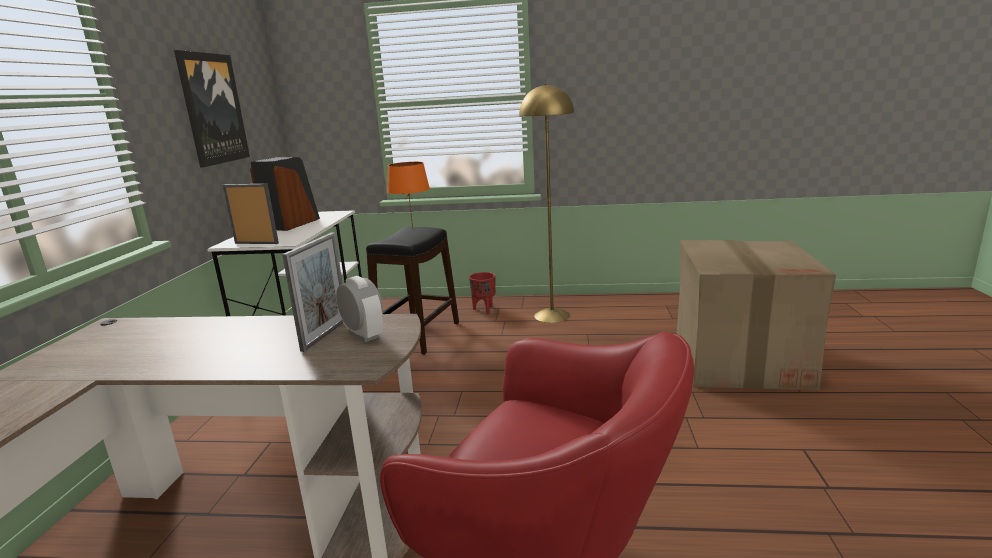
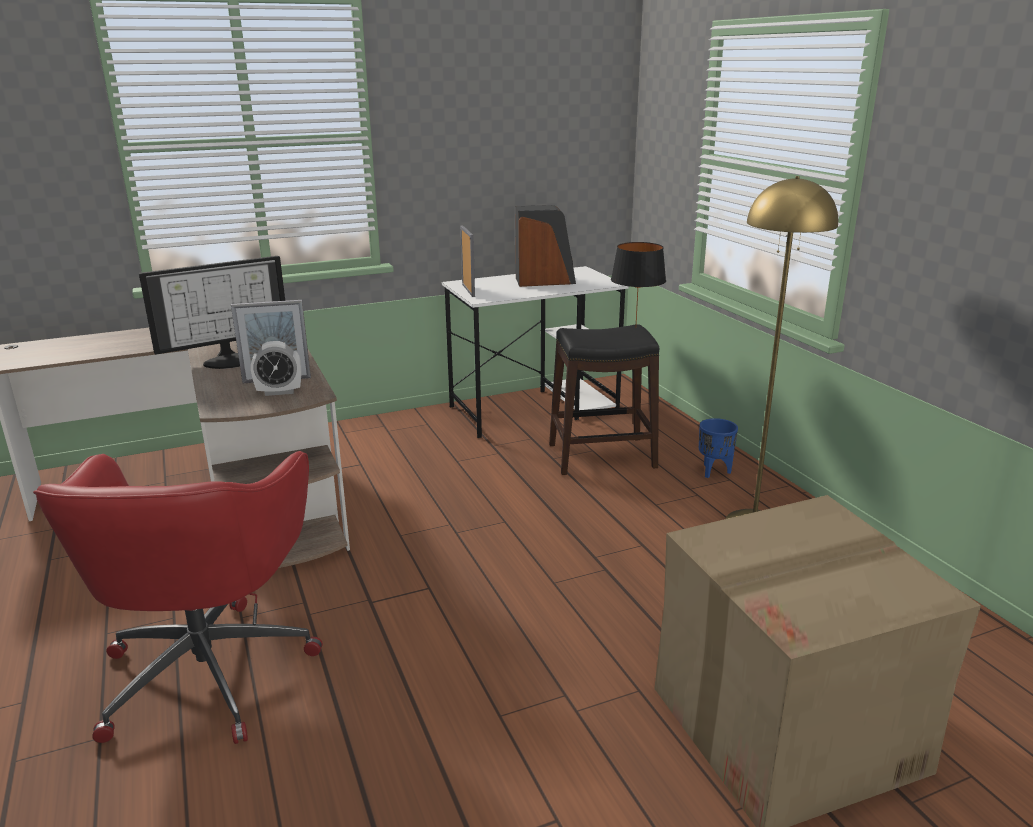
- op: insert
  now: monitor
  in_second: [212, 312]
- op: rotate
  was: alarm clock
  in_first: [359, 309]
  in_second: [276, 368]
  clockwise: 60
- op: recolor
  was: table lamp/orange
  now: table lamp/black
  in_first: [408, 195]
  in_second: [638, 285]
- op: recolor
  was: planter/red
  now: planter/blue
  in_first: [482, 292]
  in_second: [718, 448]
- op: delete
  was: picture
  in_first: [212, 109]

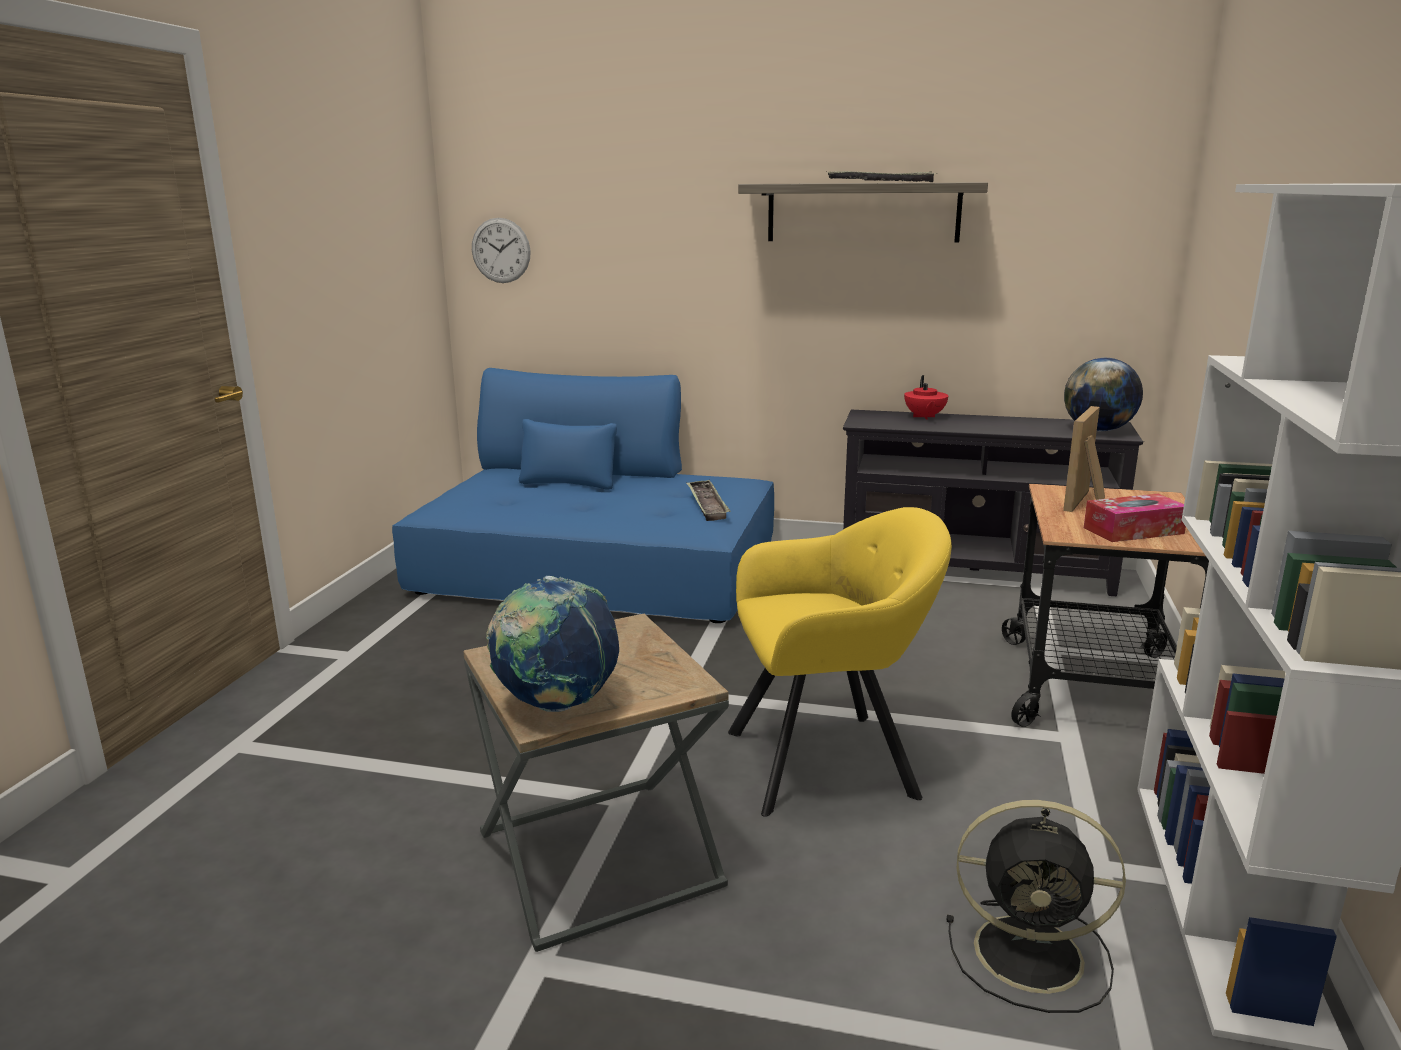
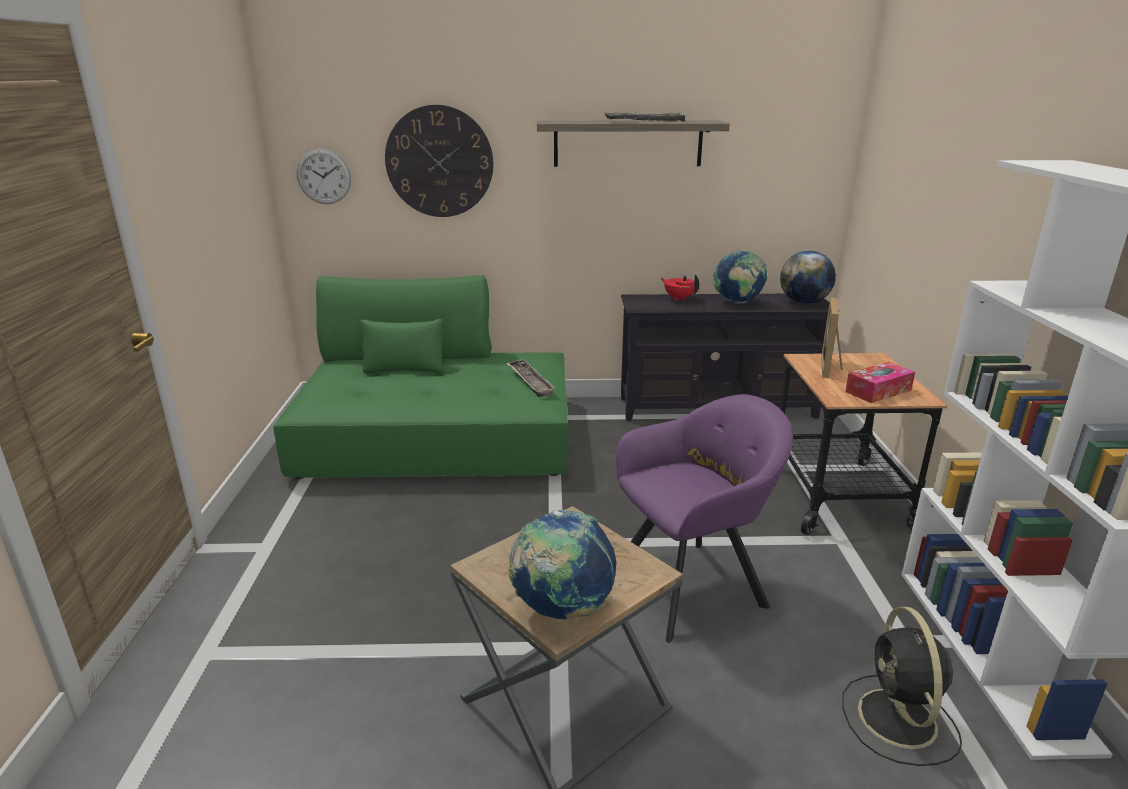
- op: recolor
  was: sofa/blue
  now: sofa/green
  in_first: [583, 495]
  in_second: [421, 377]
- op: insert
  now: wall clock
  in_second: [439, 161]
- op: recolor
  was: armchair/yellow
  now: armchair/purple
  in_first: [840, 662]
  in_second: [704, 518]
- op: rotate
  was: teapot/red
  in_first: [926, 397]
  in_second: [680, 287]
  clockwise: 150
- op: insert
  now: globe
  in_second: [740, 277]
- op: rotate
  was: fan/black
  in_first: [1036, 906]
  in_second: [902, 686]
  clockwise: 90

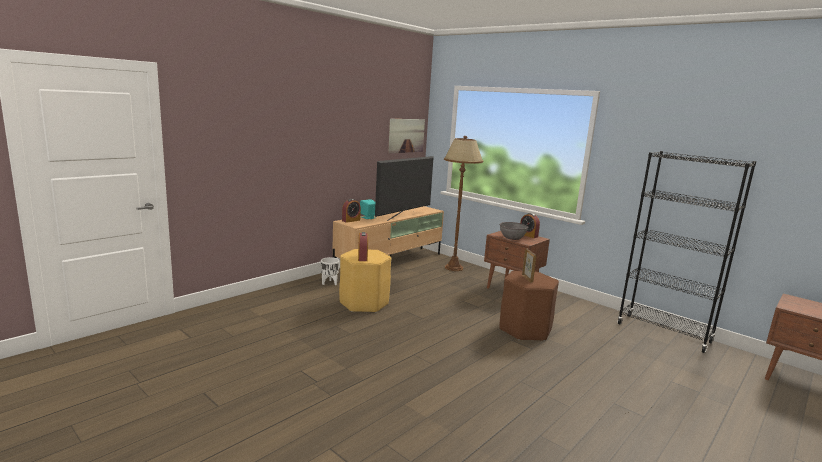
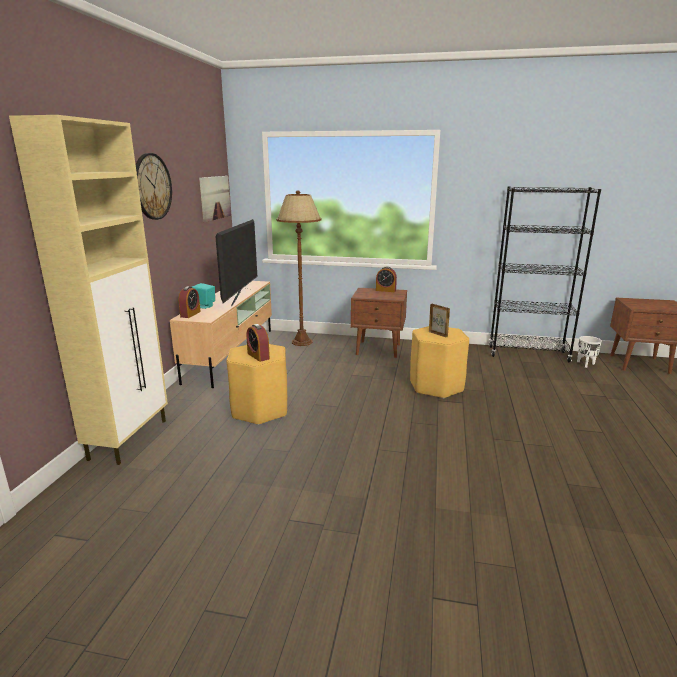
- op: insert
  now: cabinet/beige
  in_second: [88, 290]
- op: insert
  now: wall clock
  in_second: [154, 186]
- op: recolor
  was: stool/brown
  now: stool/yellow
  in_first: [529, 306]
  in_second: [439, 362]
- op: move
  was: planter/white
  in_first: [330, 271]
  in_second: [589, 352]
- op: delete
  was: bowl/grey
  in_first: [514, 231]

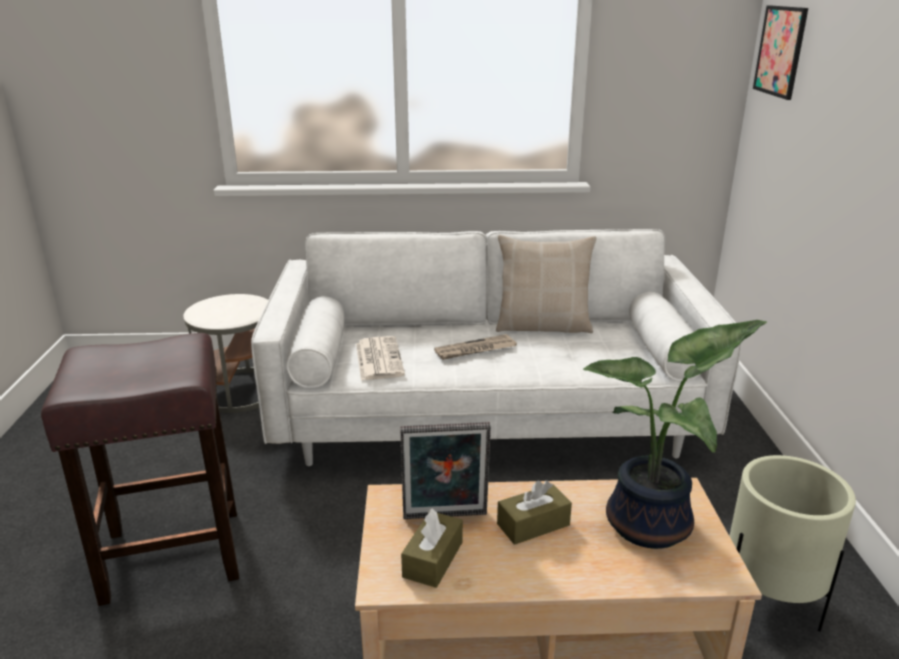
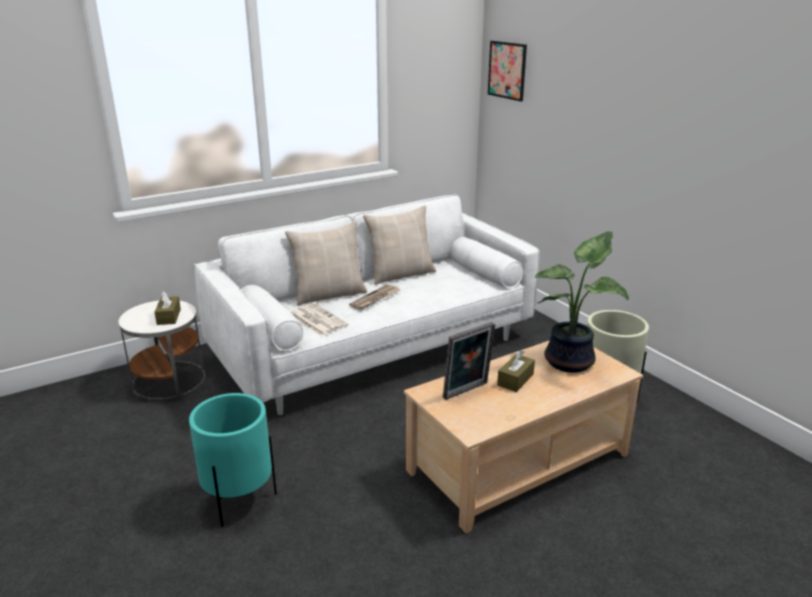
- op: move
  was: tissue box/brown
  in_first: [432, 548]
  in_second: [167, 308]
- op: replace
  was: stool/brown
  now: planter/turquoise
  in_first: [140, 469]
  in_second: [233, 460]
- op: insert
  now: pillow/beige
  in_second: [326, 263]

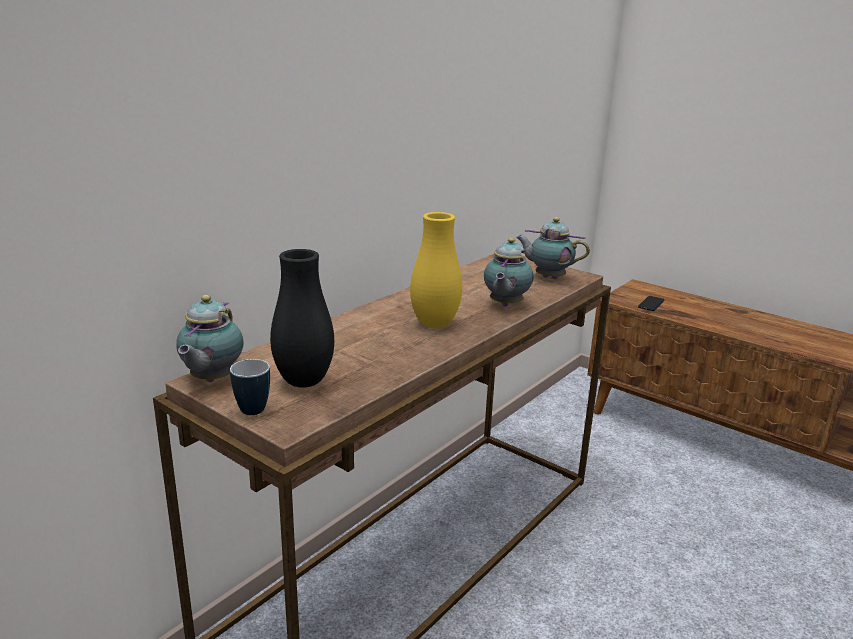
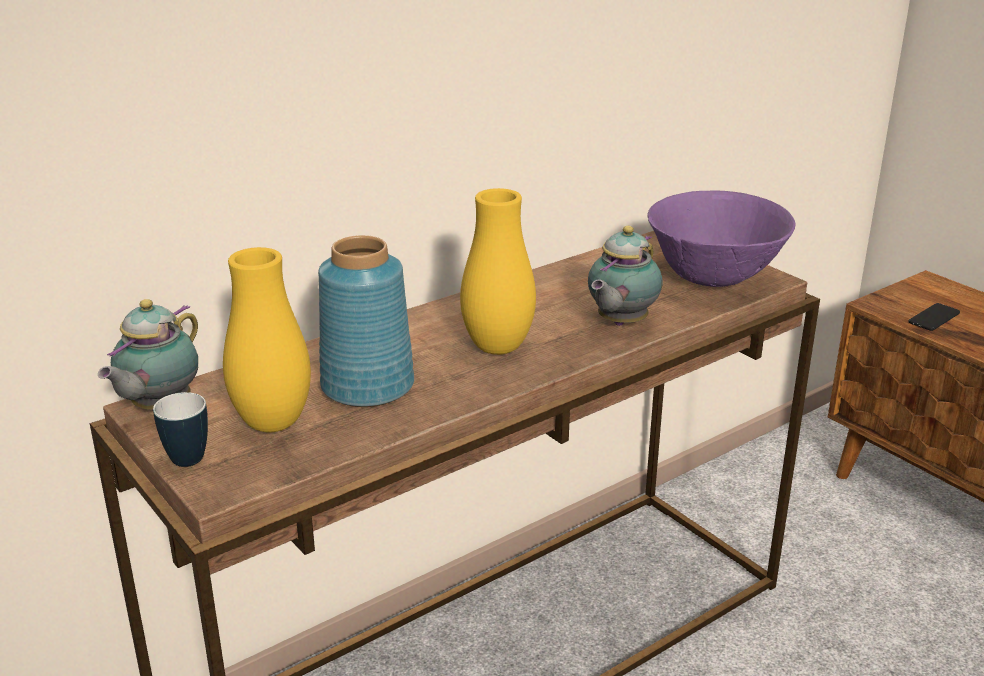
- op: recolor
  was: vase/black
  now: vase/yellow
  in_first: [302, 318]
  in_second: [267, 339]
- op: insert
  now: vase/blue
  in_second: [366, 321]
- op: replace
  was: teapot
  now: bowl/purple
  in_first: [553, 248]
  in_second: [721, 239]

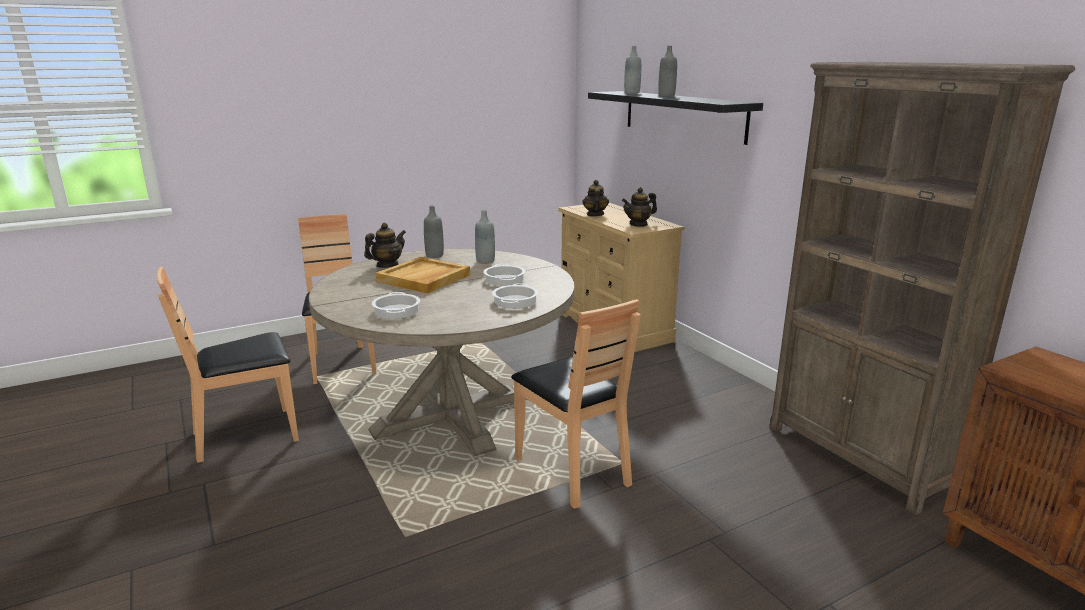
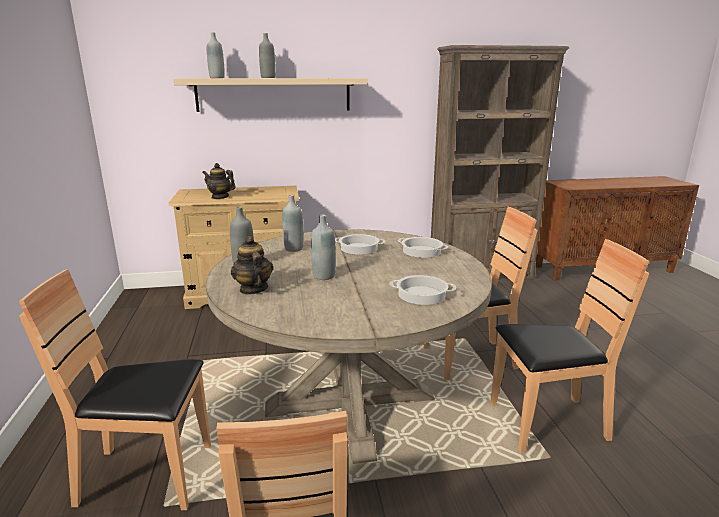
- op: recolor
  was: shelf/black
  now: shelf/beige
  in_first: [675, 118]
  in_second: [270, 95]
- op: replace
  was: tray/beige
  now: bottle/grey
  in_first: [423, 275]
  in_second: [323, 247]
- op: insert
  now: chair/brown
  in_second: [569, 346]
- op: delete
  was: teapot
  in_first: [639, 207]

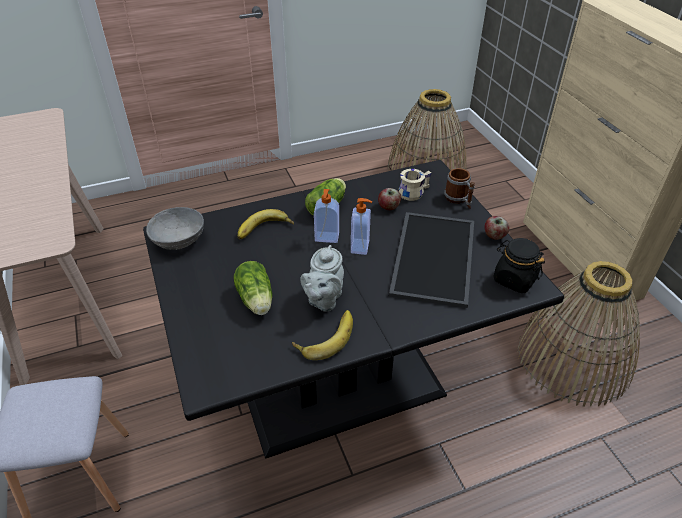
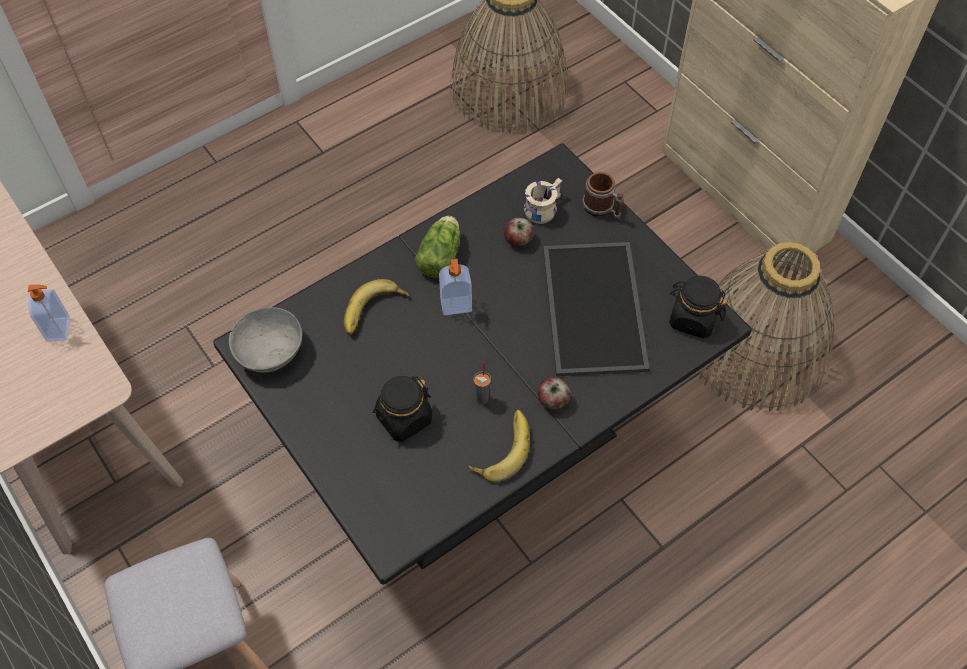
- op: move
  was: soap dispenser
  in_first: [361, 226]
  in_second: [49, 313]
- op: replace
  was: lettuce
  now: jar/black
  in_first: [253, 288]
  in_second: [402, 409]
- op: replace
  was: teapot/grey
  now: cup/grey
  in_first: [322, 278]
  in_second: [482, 383]
- op: move
  was: apple
  in_first: [497, 228]
  in_second: [554, 393]

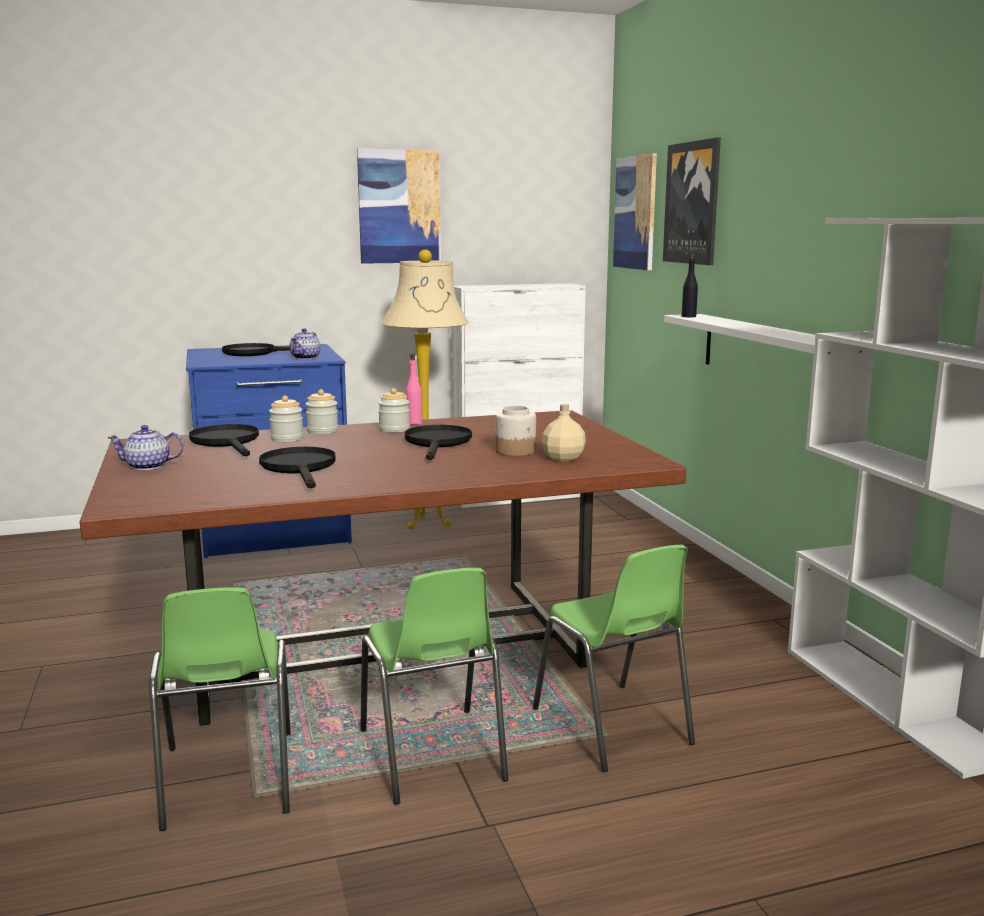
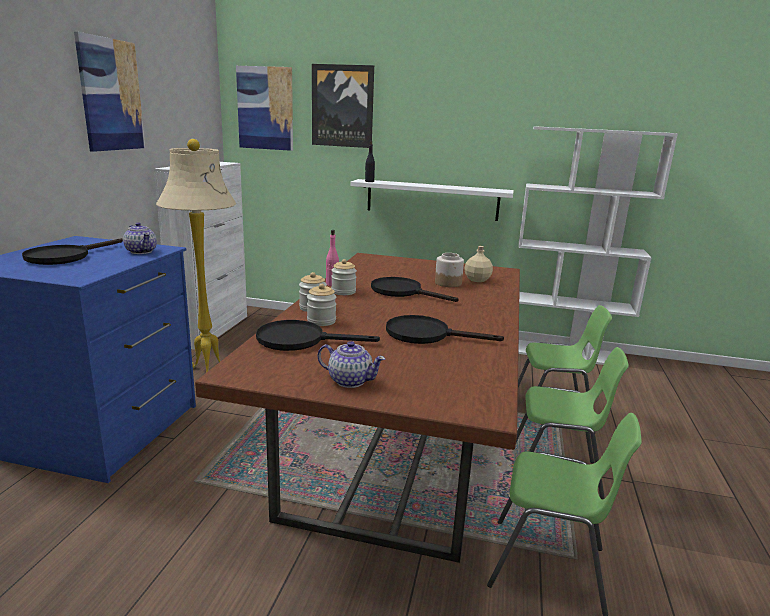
- op: rotate
  was: teapot
  in_first: [145, 447]
  in_second: [352, 364]
  clockwise: -90

